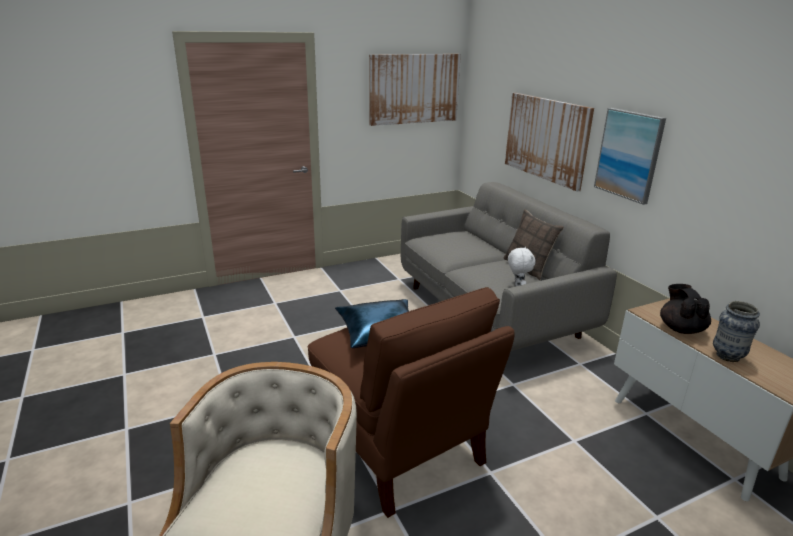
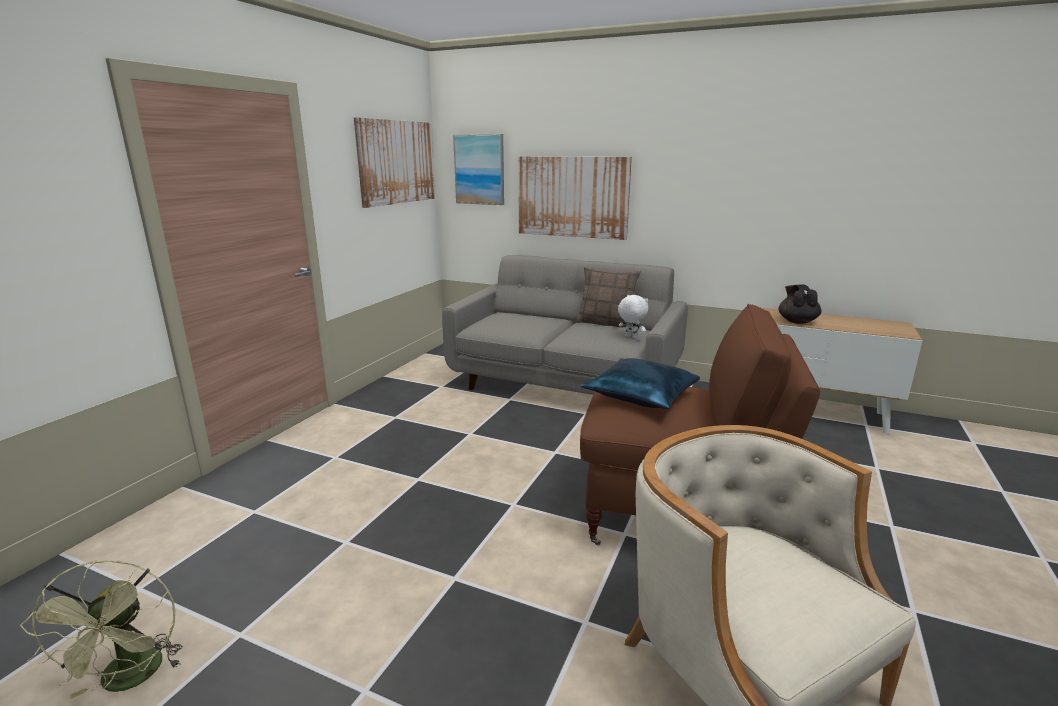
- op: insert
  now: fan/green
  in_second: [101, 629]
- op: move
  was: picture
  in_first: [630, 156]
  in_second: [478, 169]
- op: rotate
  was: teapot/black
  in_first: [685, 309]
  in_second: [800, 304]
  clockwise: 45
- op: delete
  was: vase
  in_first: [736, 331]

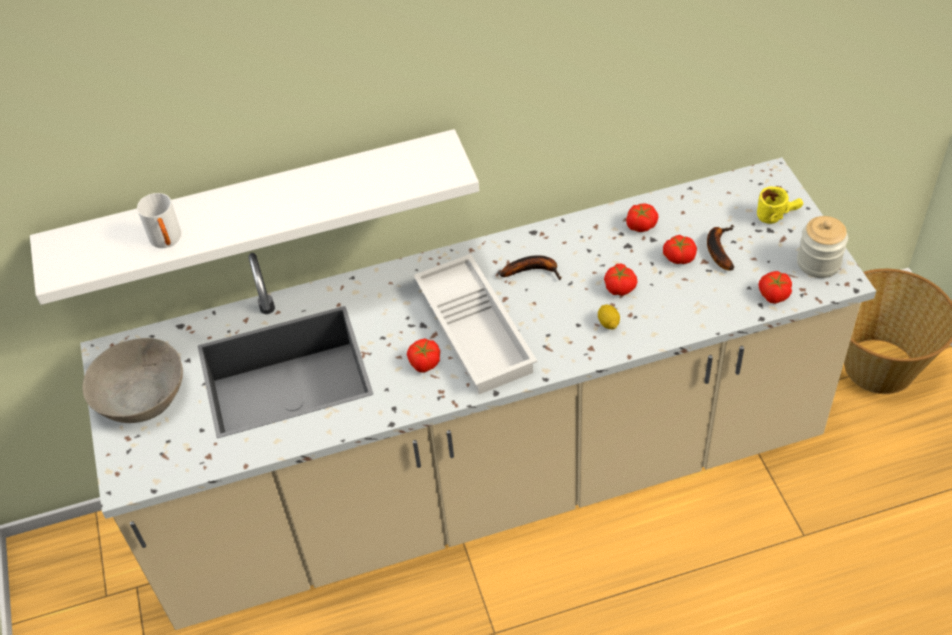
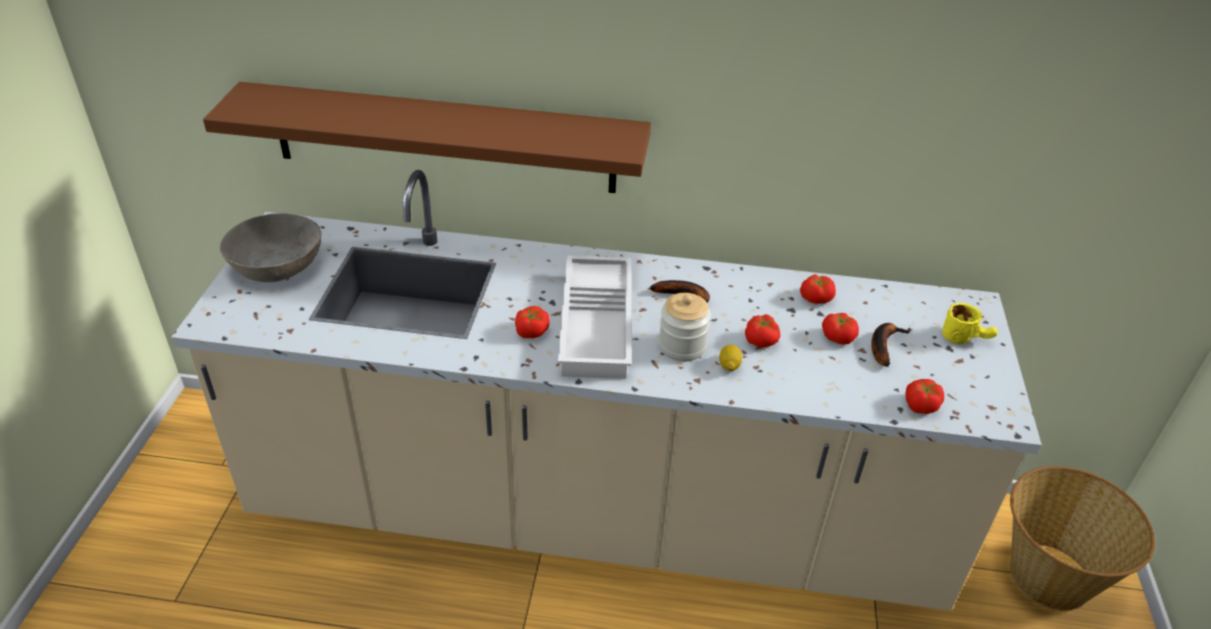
- op: recolor
  was: shelf/white
  now: shelf/brown
  in_first: [254, 217]
  in_second: [427, 137]
- op: move
  was: jar
  in_first: [822, 247]
  in_second: [685, 327]
- op: delete
  was: mug/white
  in_first: [159, 220]

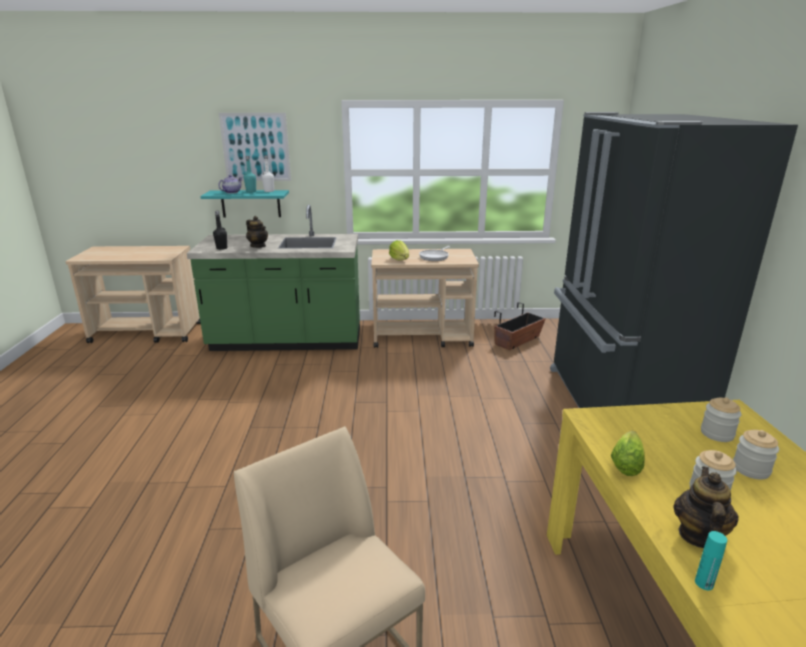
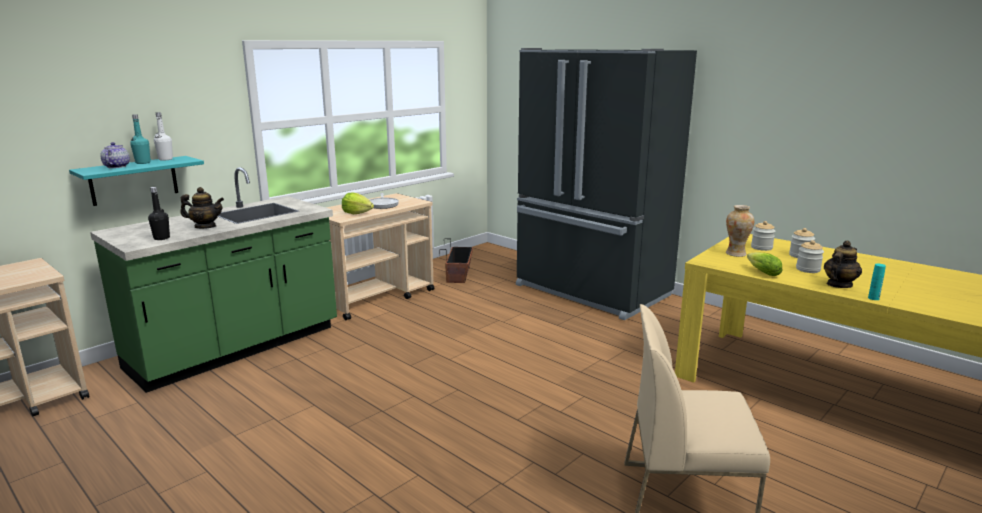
- op: insert
  now: vase
  in_second: [740, 231]
- op: rotate
  was: teapot
  in_first: [706, 507]
  in_second: [843, 264]
  clockwise: 75
- op: delete
  was: picture
  in_first: [255, 147]

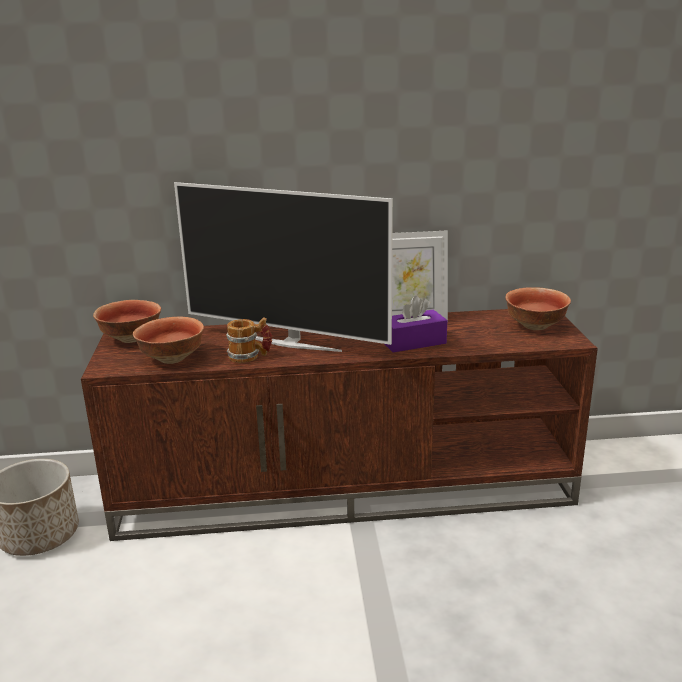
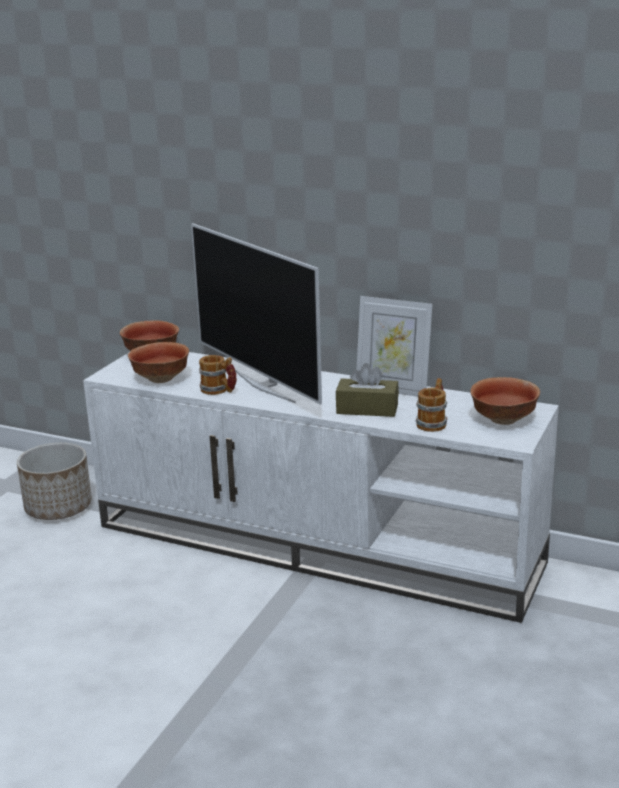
- op: recolor
  was: tv stand/brown
  now: tv stand/white
  in_first: [339, 425]
  in_second: [321, 487]
- op: recolor
  was: tissue box/purple
  now: tissue box/brown
  in_first: [416, 324]
  in_second: [367, 390]
- op: insert
  now: mug
  in_second: [431, 405]

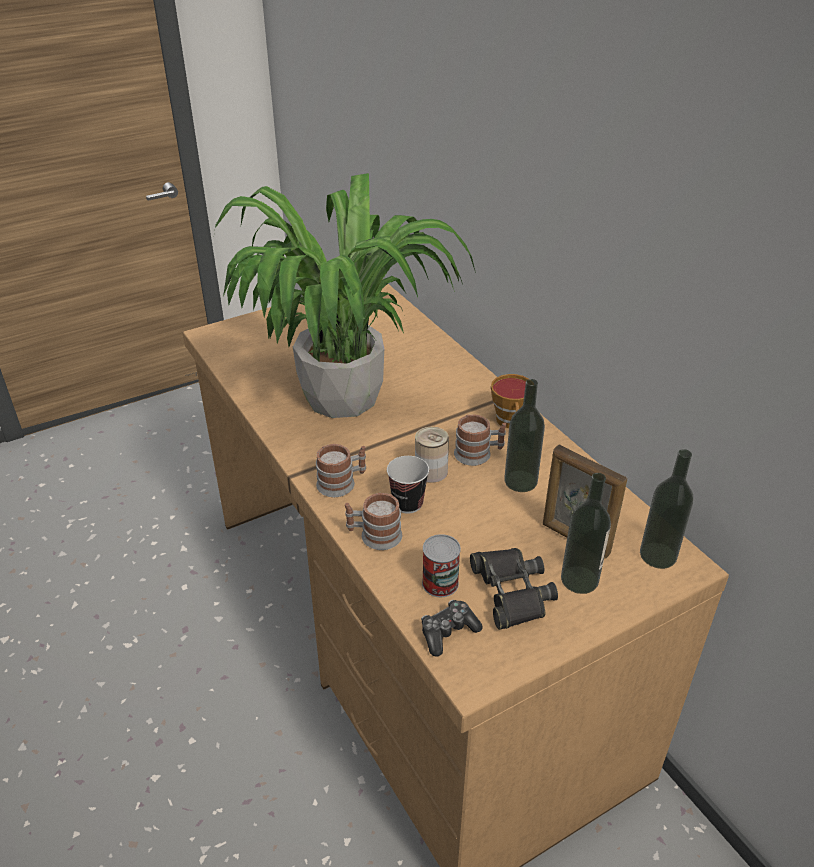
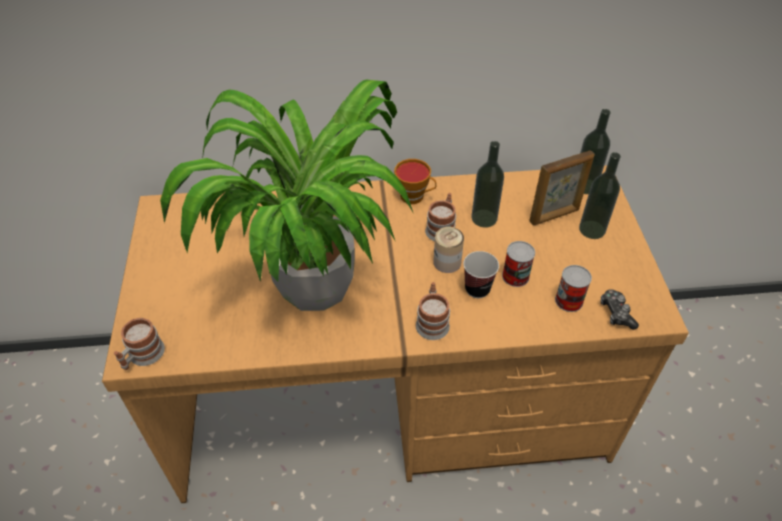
- op: move
  was: mug
  in_first: [373, 521]
  in_second: [139, 344]
- op: insert
  now: can
  in_second: [518, 264]
- op: delete
  was: binoculars/black
  in_first: [514, 589]

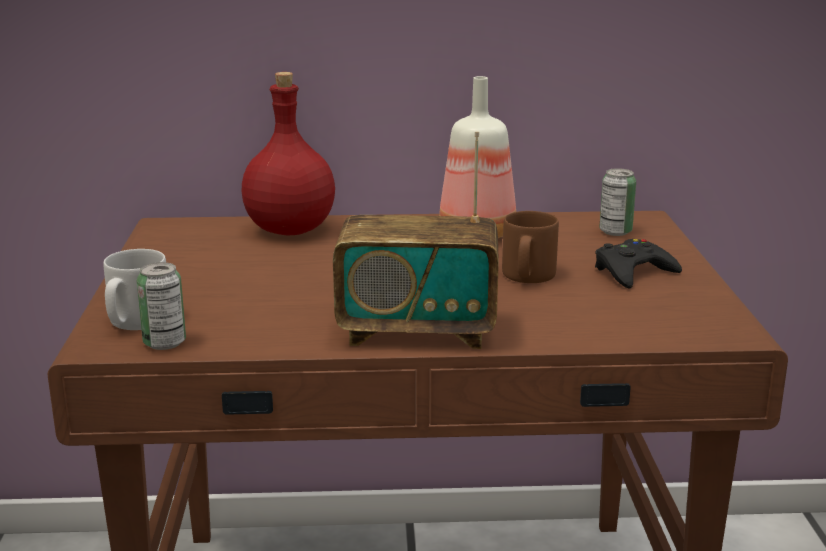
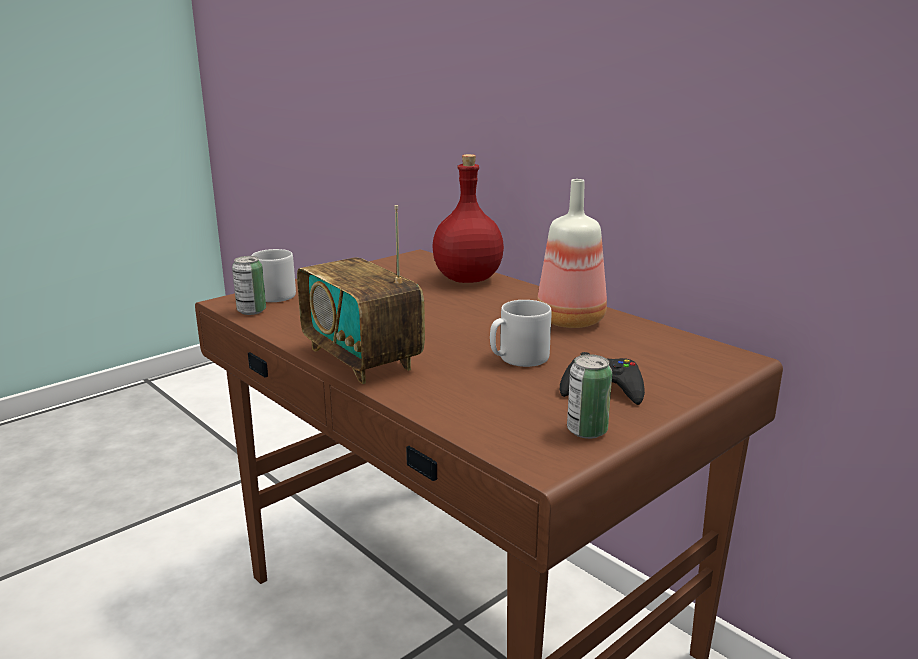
- op: recolor
  was: mug/brown
  now: mug/grey
  in_first: [530, 247]
  in_second: [521, 333]
- op: move
  was: can
  in_first: [617, 202]
  in_second: [589, 396]

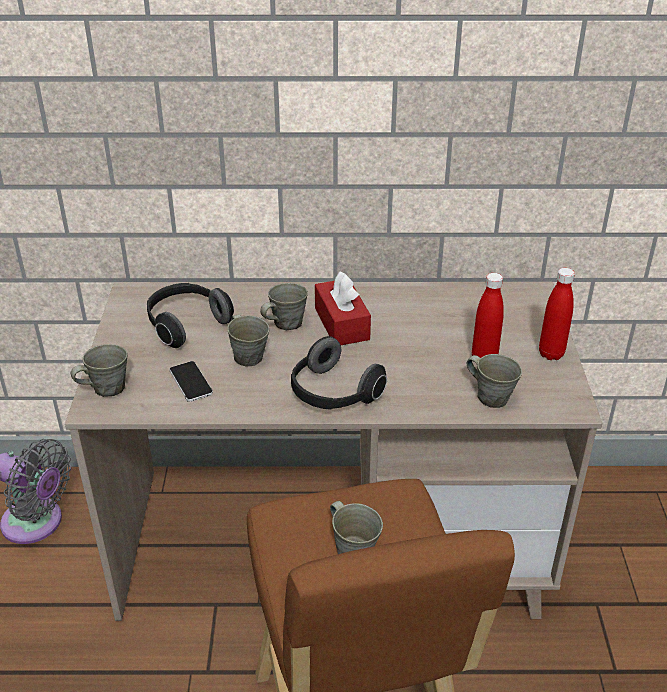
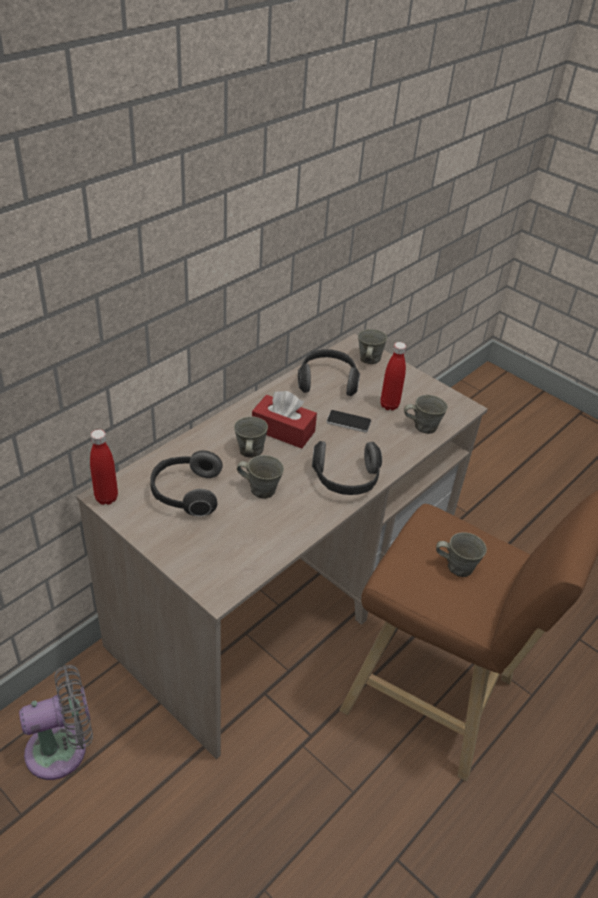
- op: move
  was: bottle/red
  in_first: [557, 314]
  in_second: [104, 467]
- op: insert
  now: headphones
  in_second: [329, 372]
- op: move
  was: phone
  in_first: [191, 381]
  in_second: [348, 421]
- op: move
  was: mug/grey
  in_first: [99, 370]
  in_second: [372, 346]

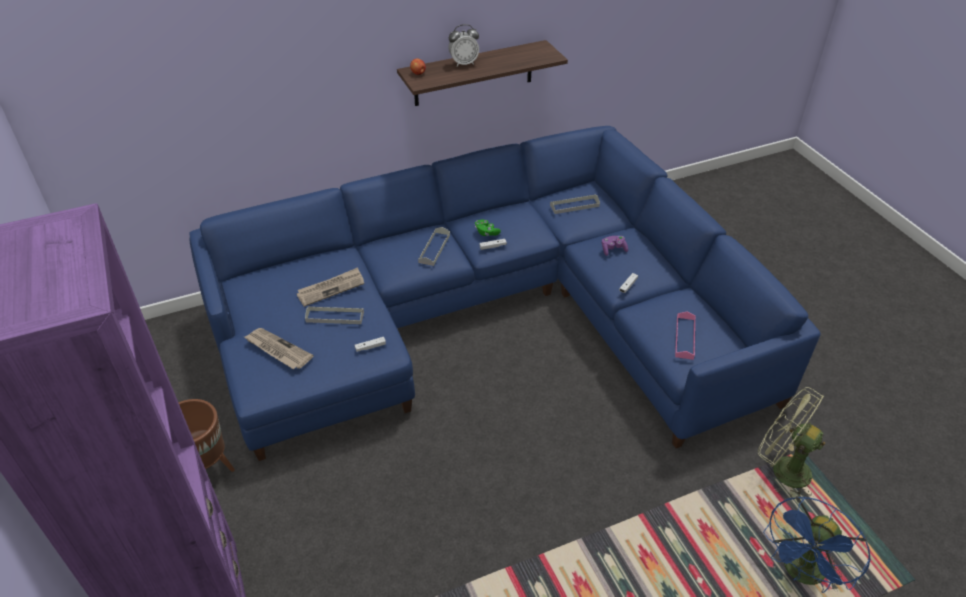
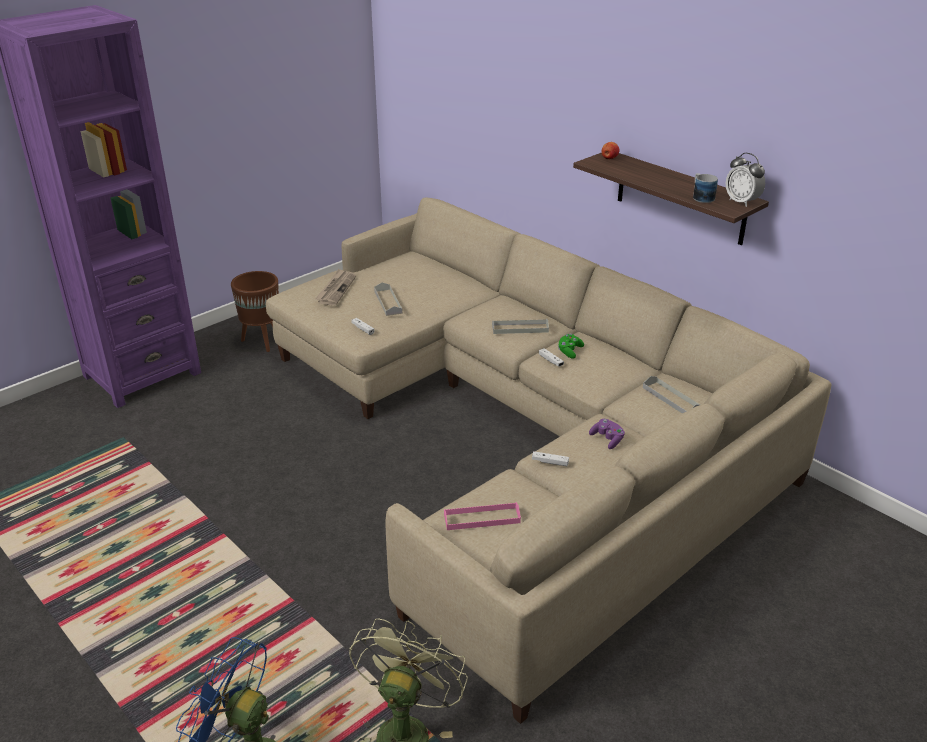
- op: recolor
  was: sofa/blue
  now: sofa/beige
  in_first: [505, 293]
  in_second: [549, 461]
- op: insert
  now: mug
  in_second: [705, 188]
- op: move
  was: alarm clock
  in_first: [463, 45]
  in_second: [745, 180]
- op: delete
  was: newspaper
  in_first: [330, 287]

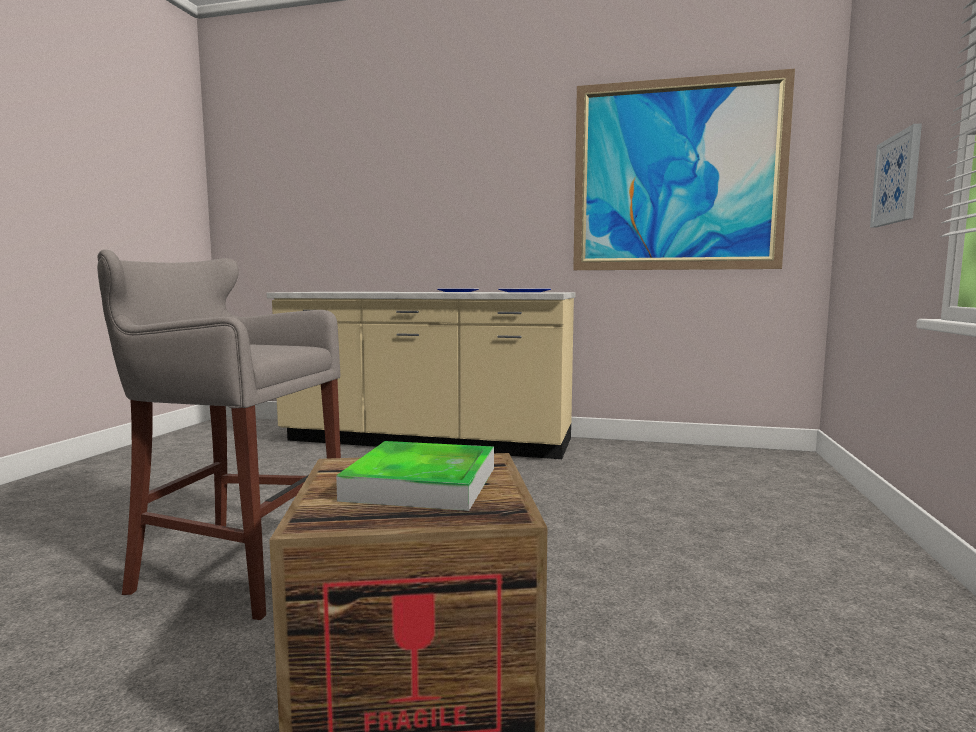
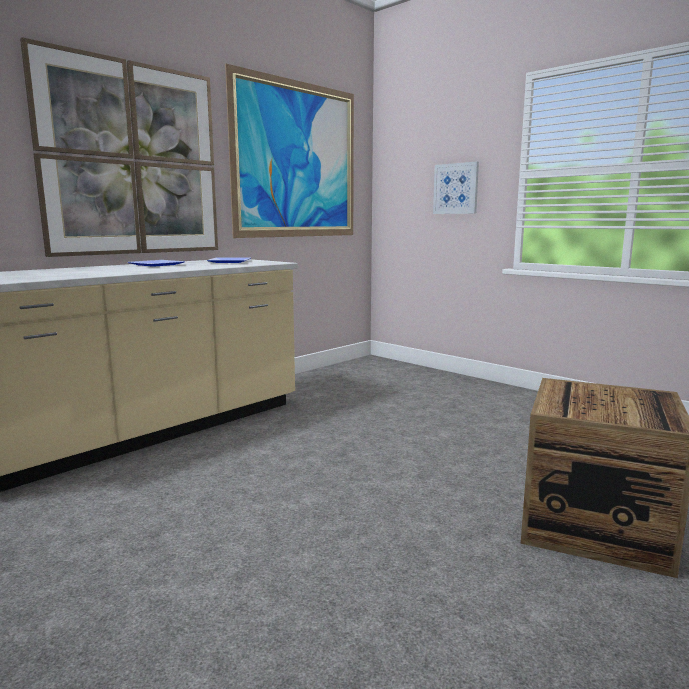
- op: insert
  now: picture
  in_second: [119, 147]
- op: delete
  was: stool/grey
  in_first: [219, 434]
- op: delete
  was: tray
  in_first: [415, 476]

